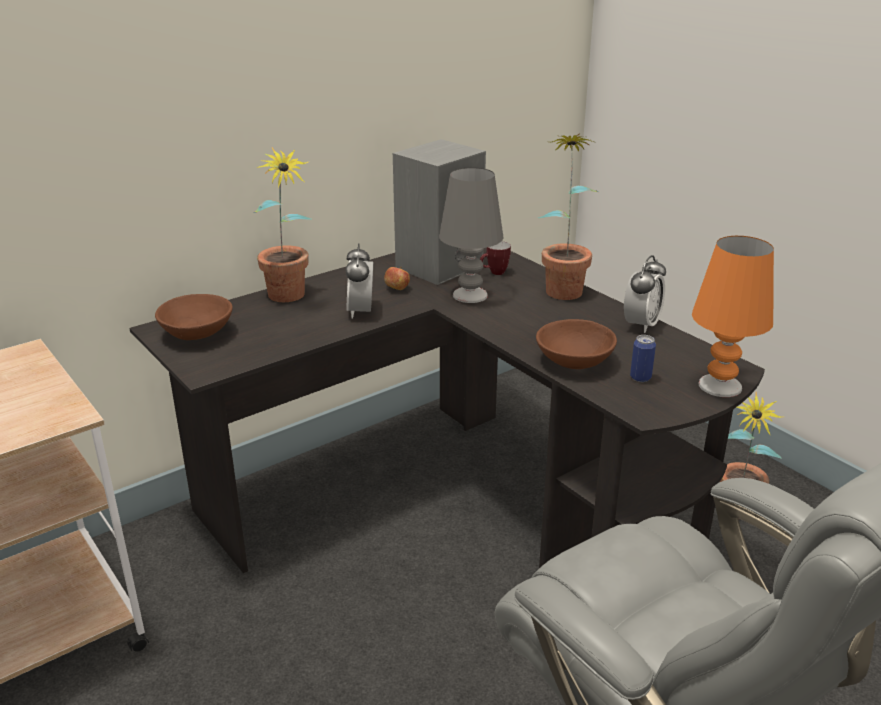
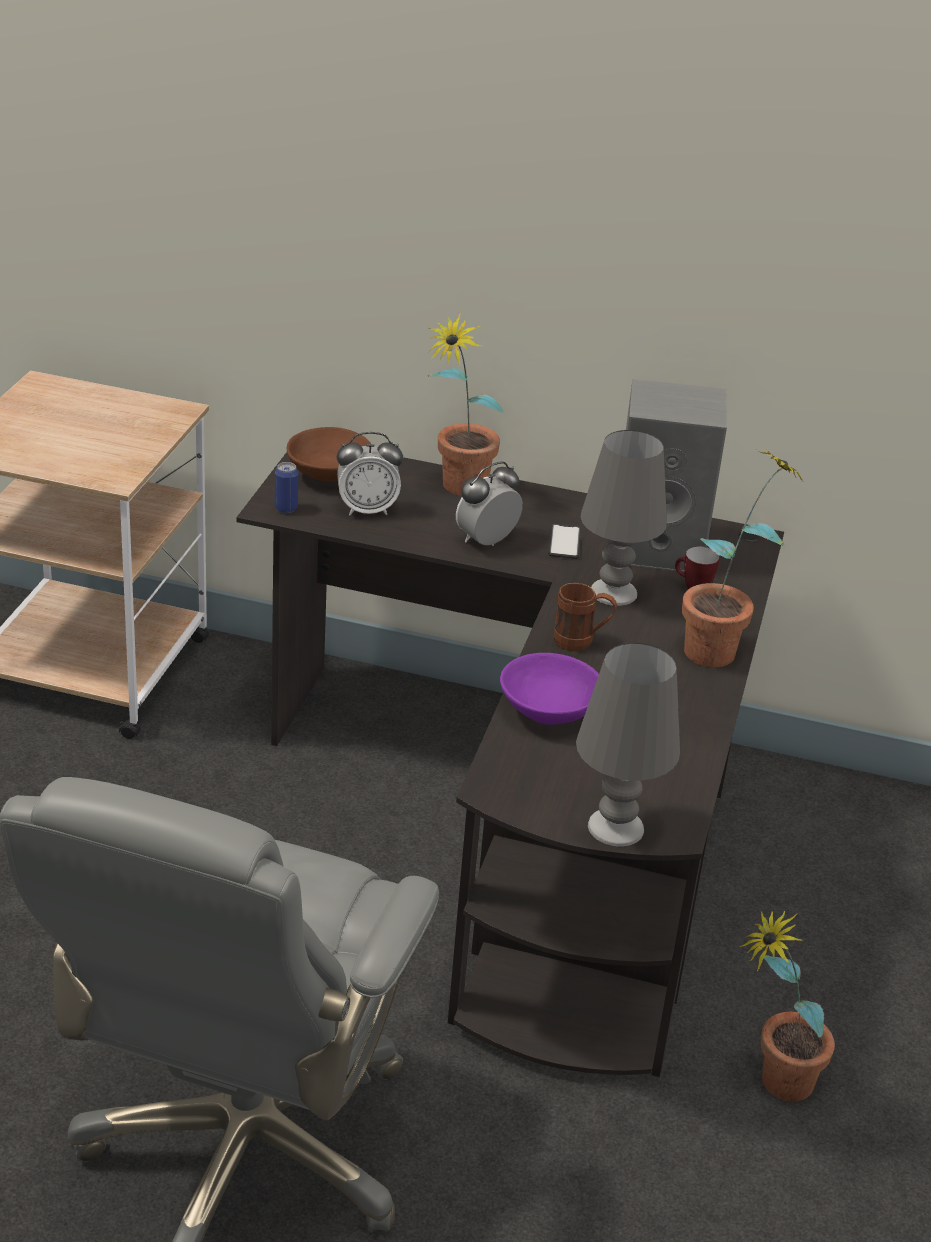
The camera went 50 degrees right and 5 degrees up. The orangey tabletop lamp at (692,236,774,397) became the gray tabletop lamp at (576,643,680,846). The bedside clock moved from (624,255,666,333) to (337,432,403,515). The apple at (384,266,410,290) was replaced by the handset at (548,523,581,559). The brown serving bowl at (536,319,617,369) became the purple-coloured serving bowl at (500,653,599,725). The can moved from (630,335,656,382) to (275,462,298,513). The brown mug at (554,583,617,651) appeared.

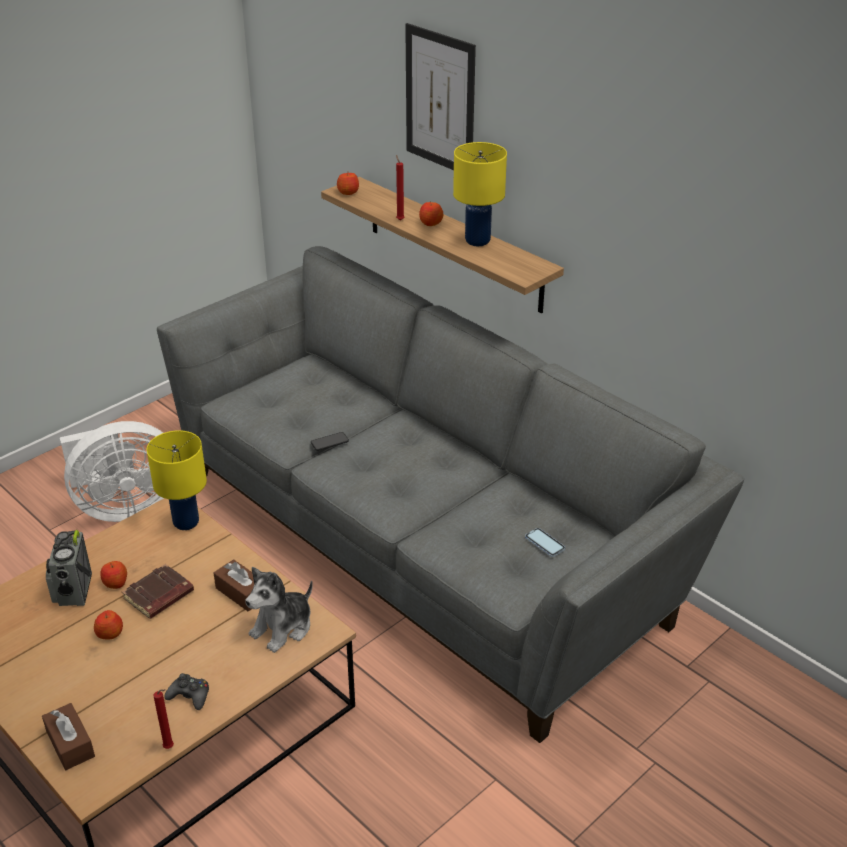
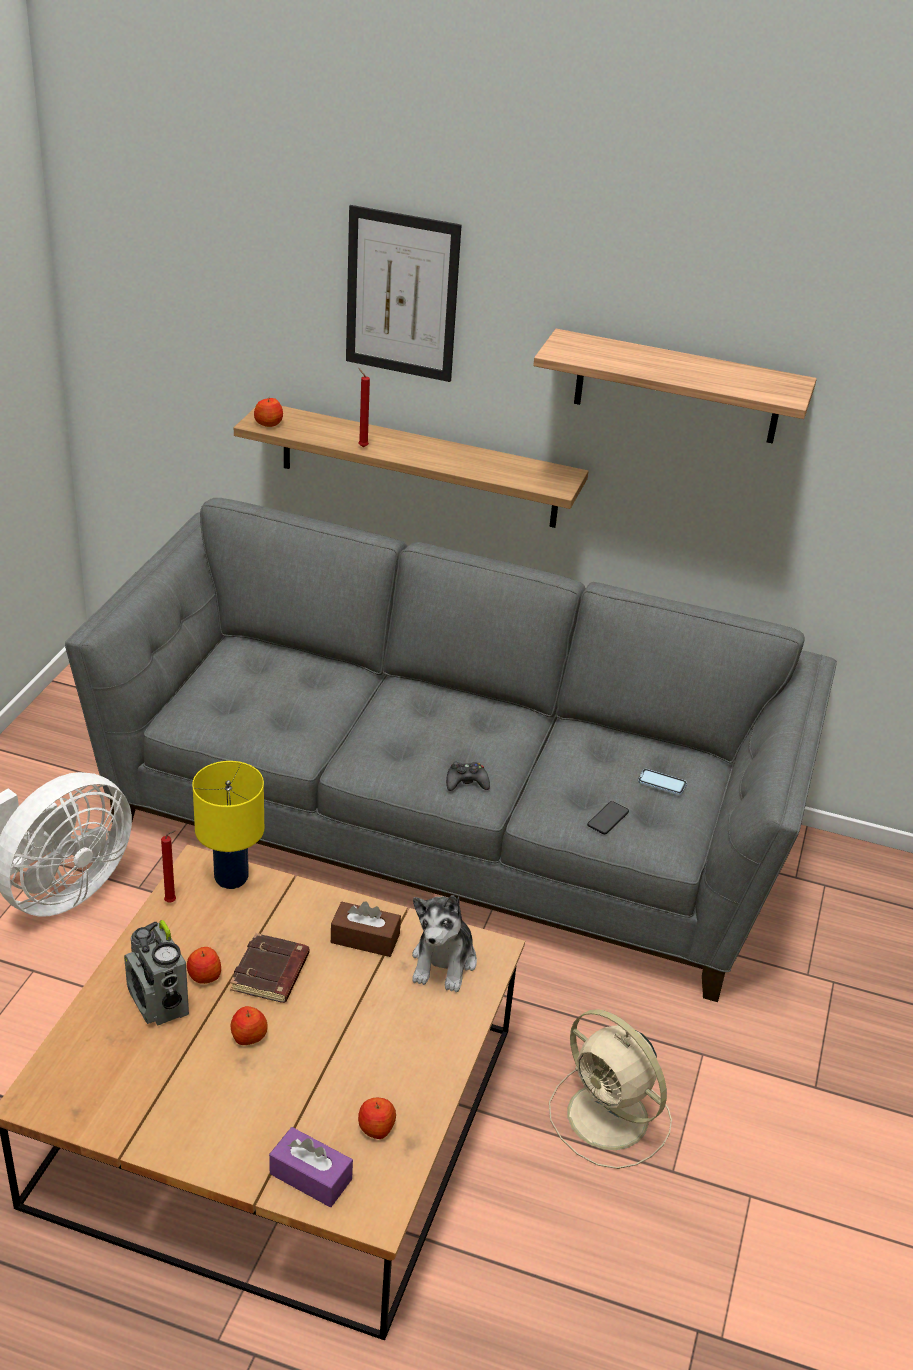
The camera went 30 degrees left and 0 degrees up. The yellowish tabletop lamp at (453,142,507,246) disappeared. The apple moved from (419,201,443,226) to (358,1098,396,1139). The handset moved from (311,432,349,451) to (587,801,629,834). The blackish gamepad moved from (164,673,209,710) to (446,762,490,791). The red-coloured wax candle moved from (153,689,174,749) to (161,830,176,902). The brown box of tissues at (42,703,95,770) became the purple-coloured box of tissues at (269,1127,353,1207). The bracket shelf at (533,329,817,444) appeared. The beige-coloured fan at (549,1009,672,1169) appeared.

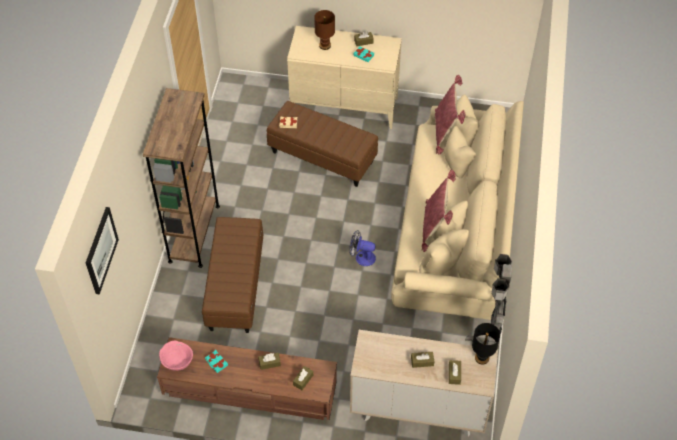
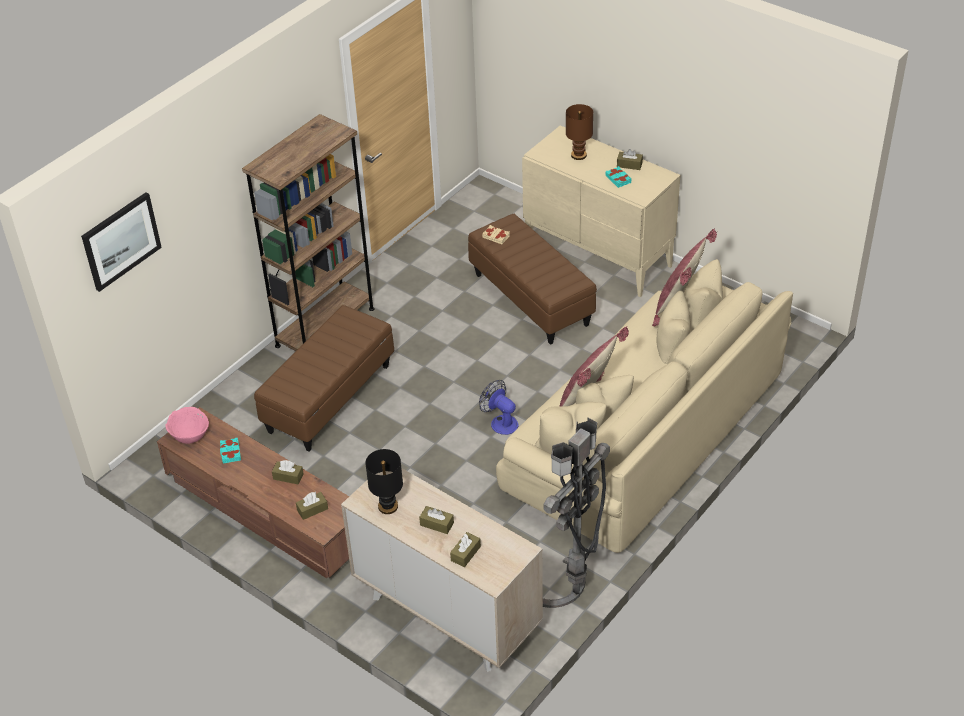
The camera went 30 degrees right and 10 degrees down. The blackish tabletop lamp moved from (472,323,500,365) to (365,449,403,514).

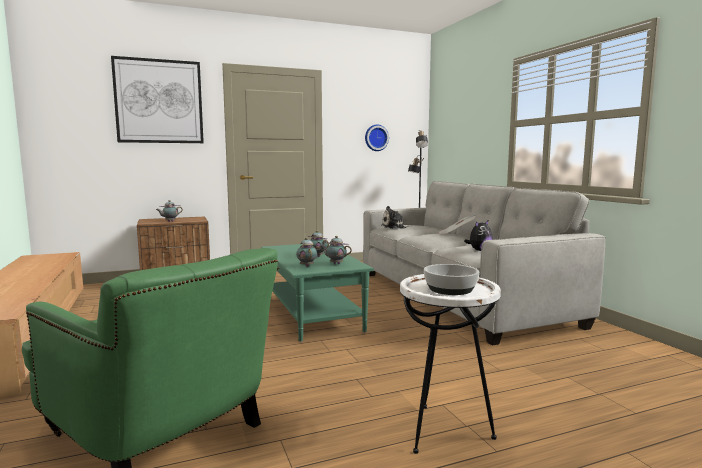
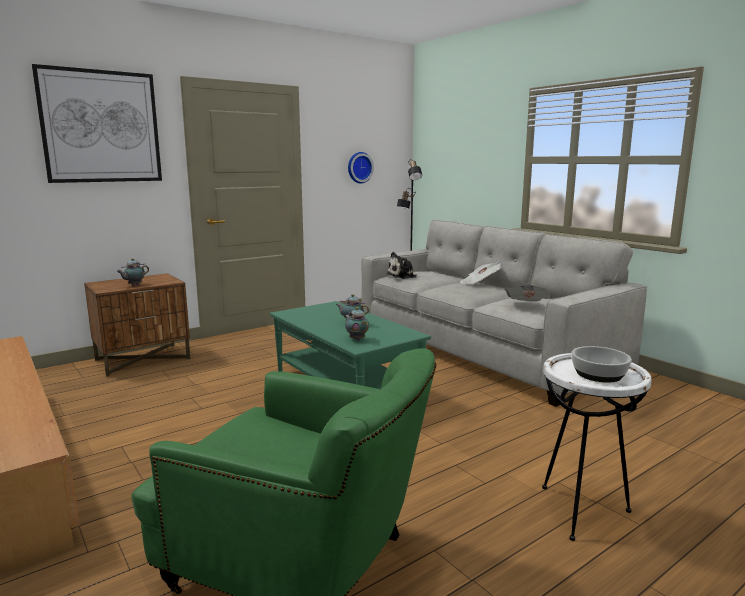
The camera went 15 degrees left and 5 degrees up. The plush toy at (464,221,493,251) was replaced by the printed paper at (504,285,552,302). The teapot at (321,236,352,264) disappeared.

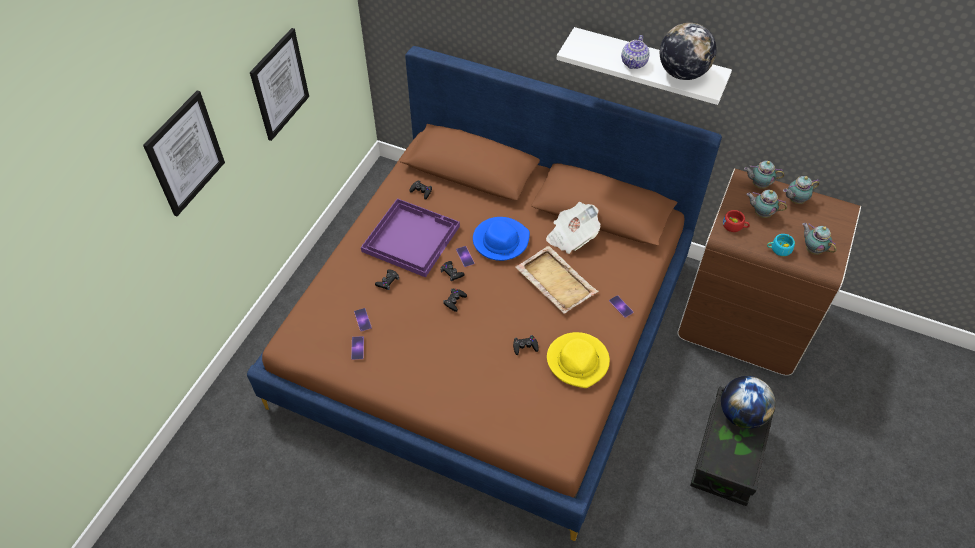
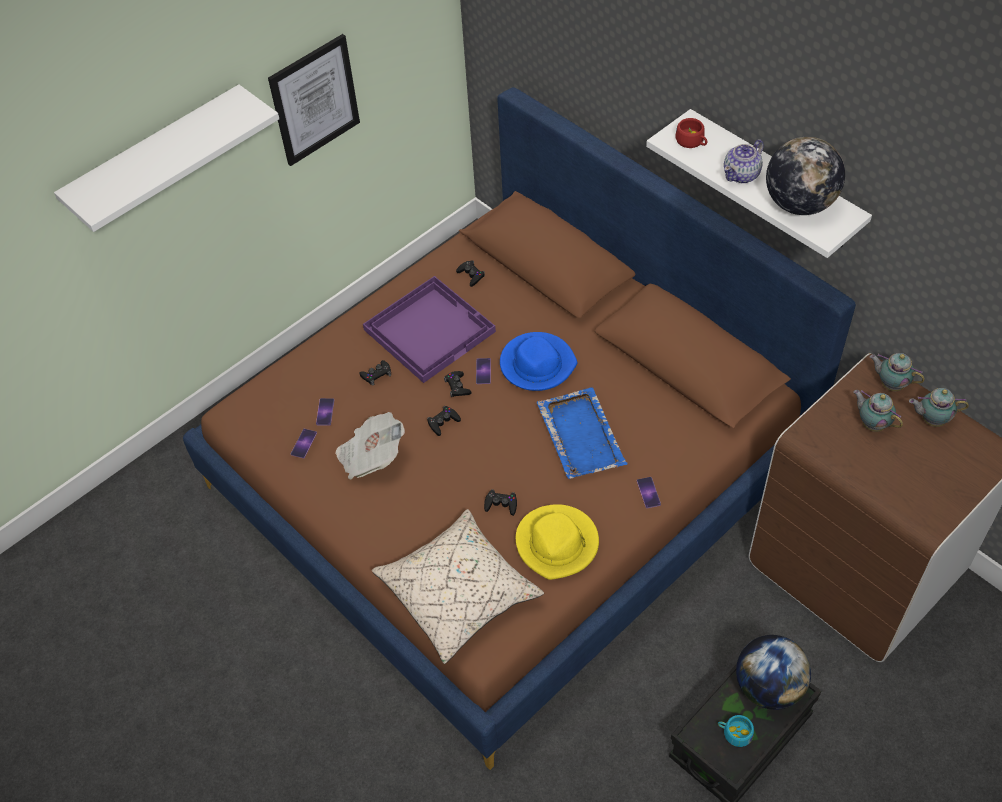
The camera went 25 degrees right and 0 degrees up. The picture at (143,90,225,216) was replaced by the white-coloured bracket shelf at (54,84,279,232). The printed paper moved from (546,202,600,254) to (335,412,405,480). The red-coloured small cup moved from (723,210,750,232) to (675,118,707,148). The teapot at (803,223,836,255) disappeared. The turquoise-coloured small cup moved from (767,234,795,256) to (718,715,754,747). The beige-coloured carrying tray at (515,246,598,314) became the blue carrying tray at (537,387,628,479). The beige-coloured throw pillow at (372,509,544,664) appeared.

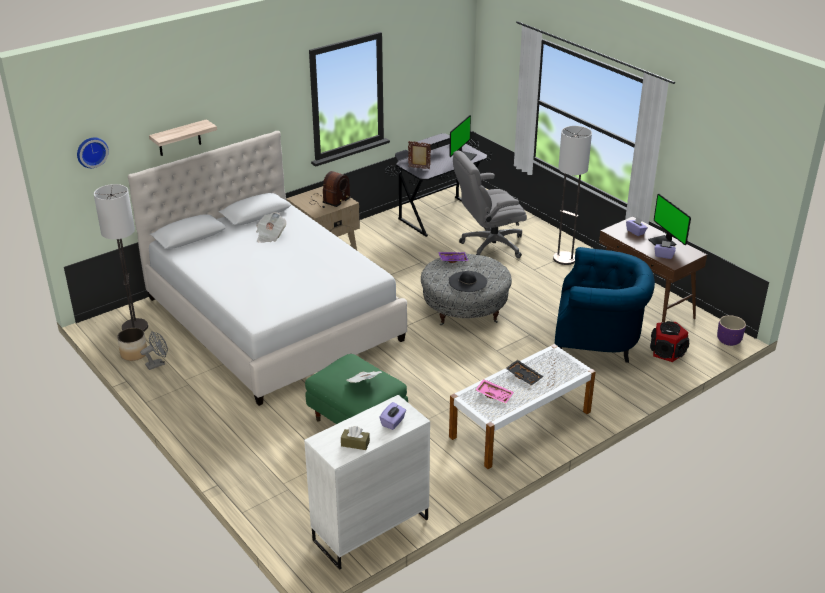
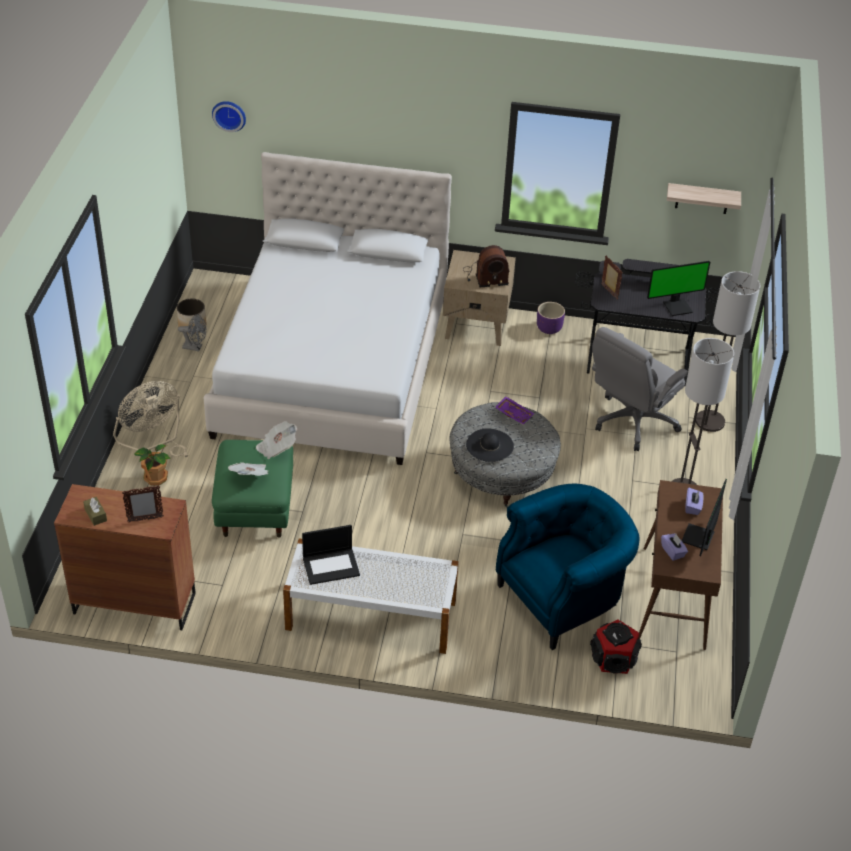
The camera went 45 degrees right and 10 degrees up. The bracket shelf moved from (149,119,217,156) to (667,183,741,214). The gray office chair at (453,151,527,258) turned 75 degrees counterclockwise. The standard lamp moved from (94,184,148,331) to (696,271,760,432). The printed paper moved from (256,212,286,243) to (256,421,297,459). The blue easy chair at (555,247,655,363) turned 90 degrees counterclockwise. The purple-coloured flower pot moved from (717,315,746,346) to (537,302,565,334). The blackish carrying tray at (506,360,543,386) disappeared. The pinkish carrying tray at (476,379,514,404) was replaced by the notebook computer at (302,525,360,585). The white-coloured drawer chest at (304,395,430,570) became the brown drawer chest at (54,484,196,630). The purple-coloured box of tissues at (379,402,406,430) was replaced by the photo frame at (122,485,164,522). The beige-coloured fan at (113,381,188,457) appeared. The potted plant at (134,444,171,486) appeared.

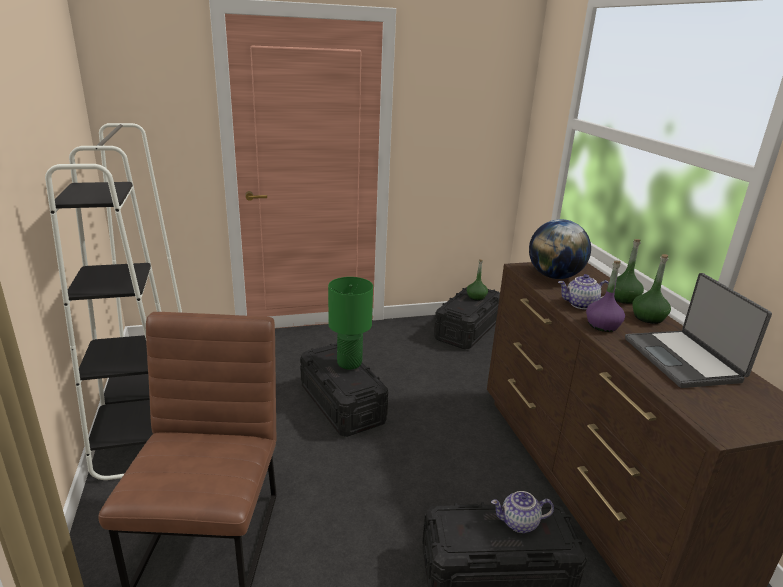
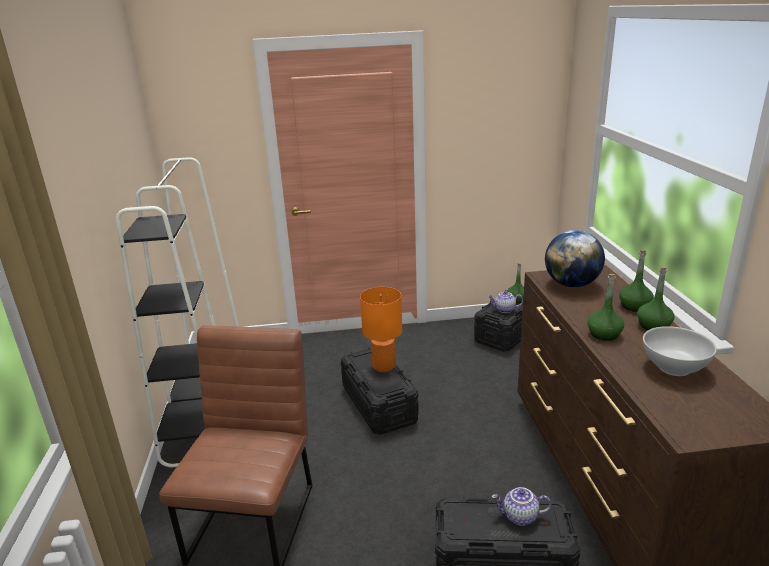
The camera went 10 degrees right and 0 degrees up. The purple-coloured bottle at (586,261,625,332) became the green bottle at (587,274,624,341). The notebook computer at (625,273,772,388) was replaced by the white-coloured serving bowl at (643,326,717,376). The teapot moved from (558,274,609,309) to (488,291,523,313). The green tabletop lamp at (328,277,373,370) became the orangey tabletop lamp at (360,287,402,373).

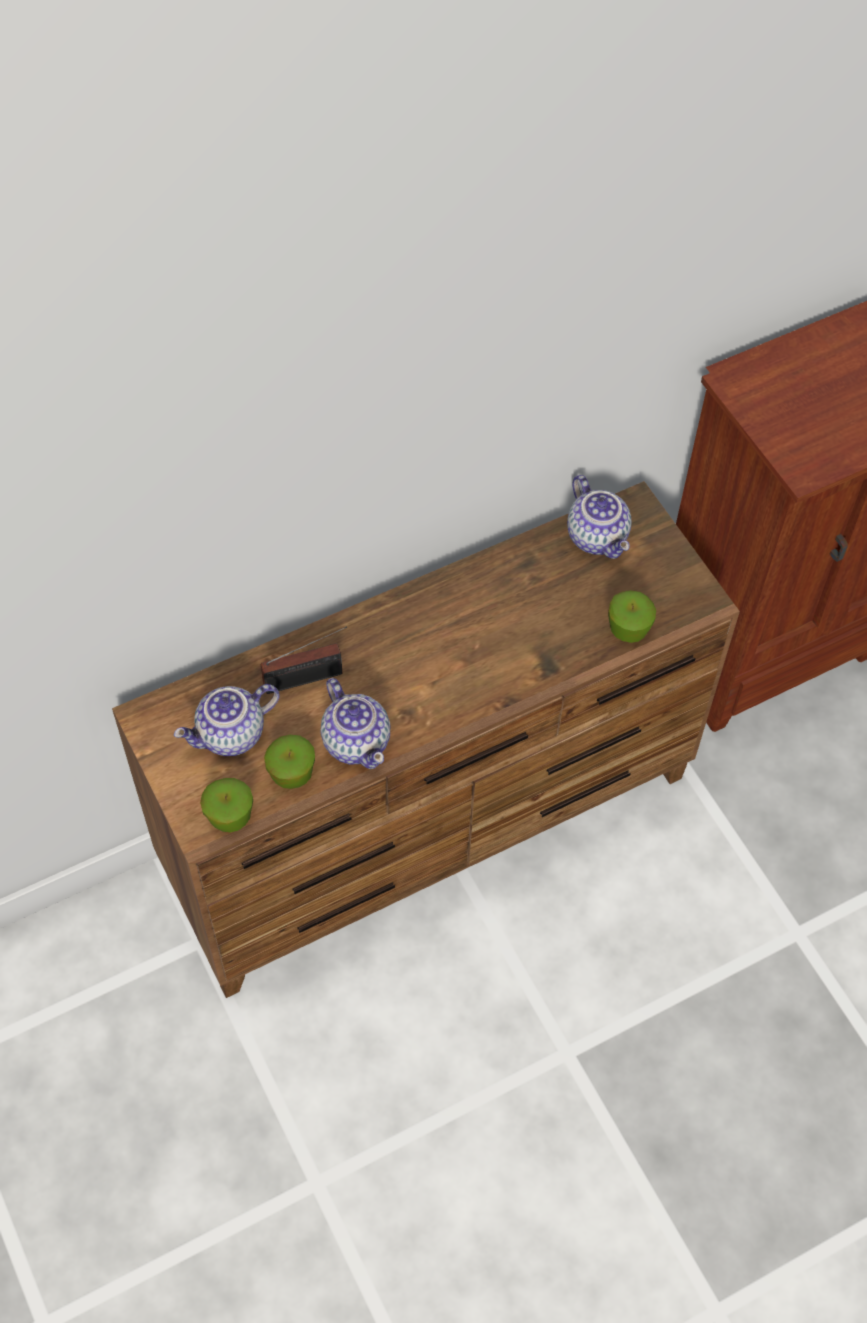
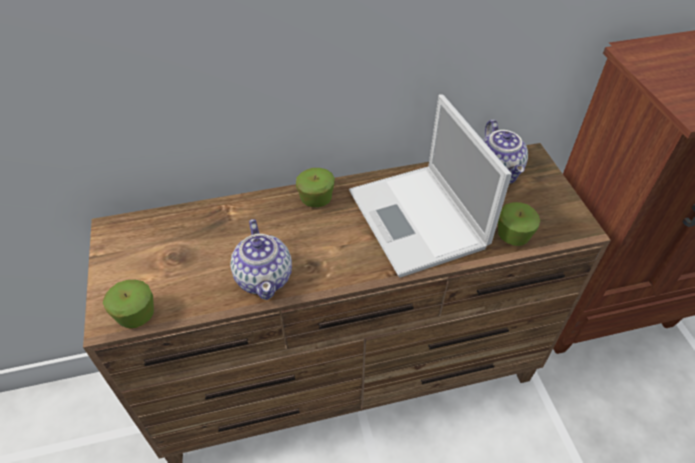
The camera went 15 degrees right and 10 degrees down. The radio at (261,626,347,694) disappeared. The teapot at (174,684,280,756) disappeared. The apple moved from (264,735,315,789) to (296,168,335,207). The notebook computer at (349,94,512,278) appeared.

